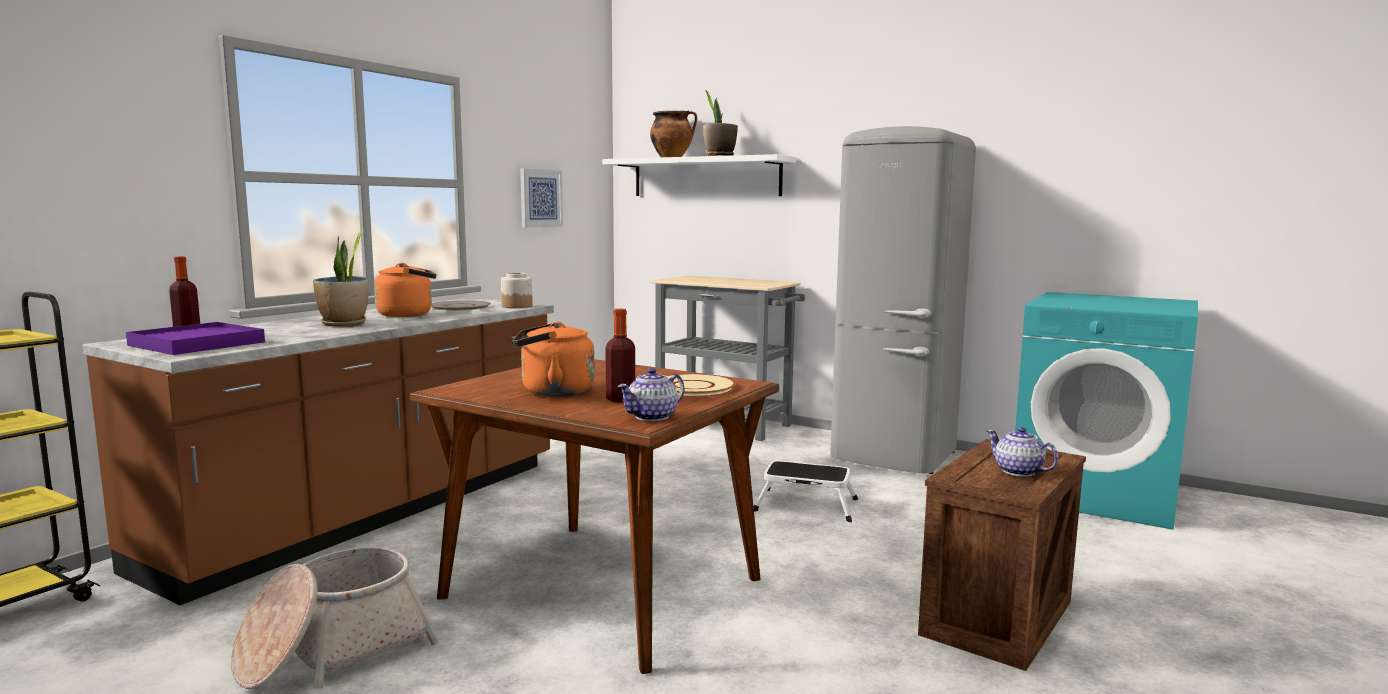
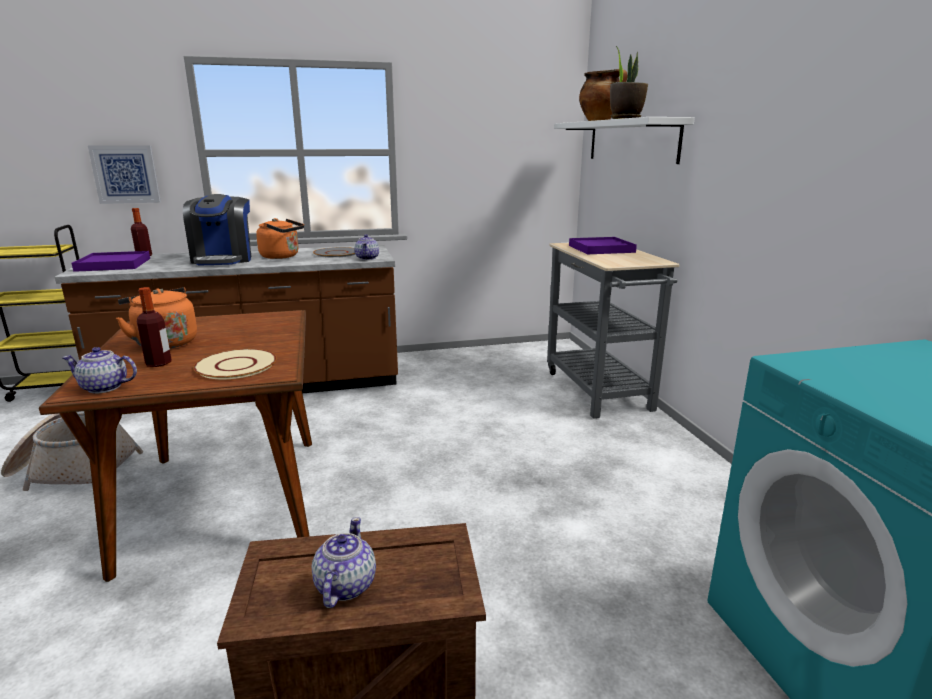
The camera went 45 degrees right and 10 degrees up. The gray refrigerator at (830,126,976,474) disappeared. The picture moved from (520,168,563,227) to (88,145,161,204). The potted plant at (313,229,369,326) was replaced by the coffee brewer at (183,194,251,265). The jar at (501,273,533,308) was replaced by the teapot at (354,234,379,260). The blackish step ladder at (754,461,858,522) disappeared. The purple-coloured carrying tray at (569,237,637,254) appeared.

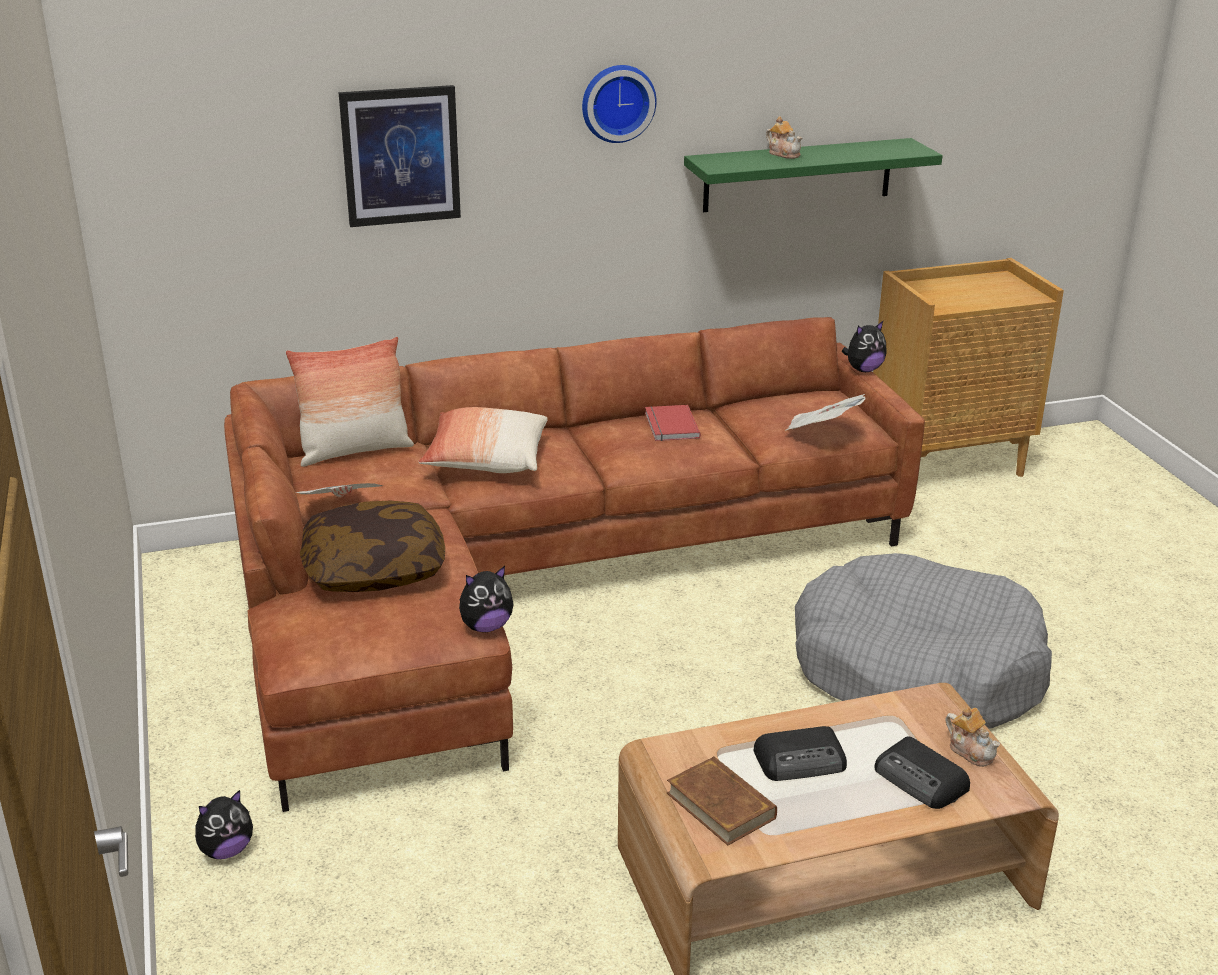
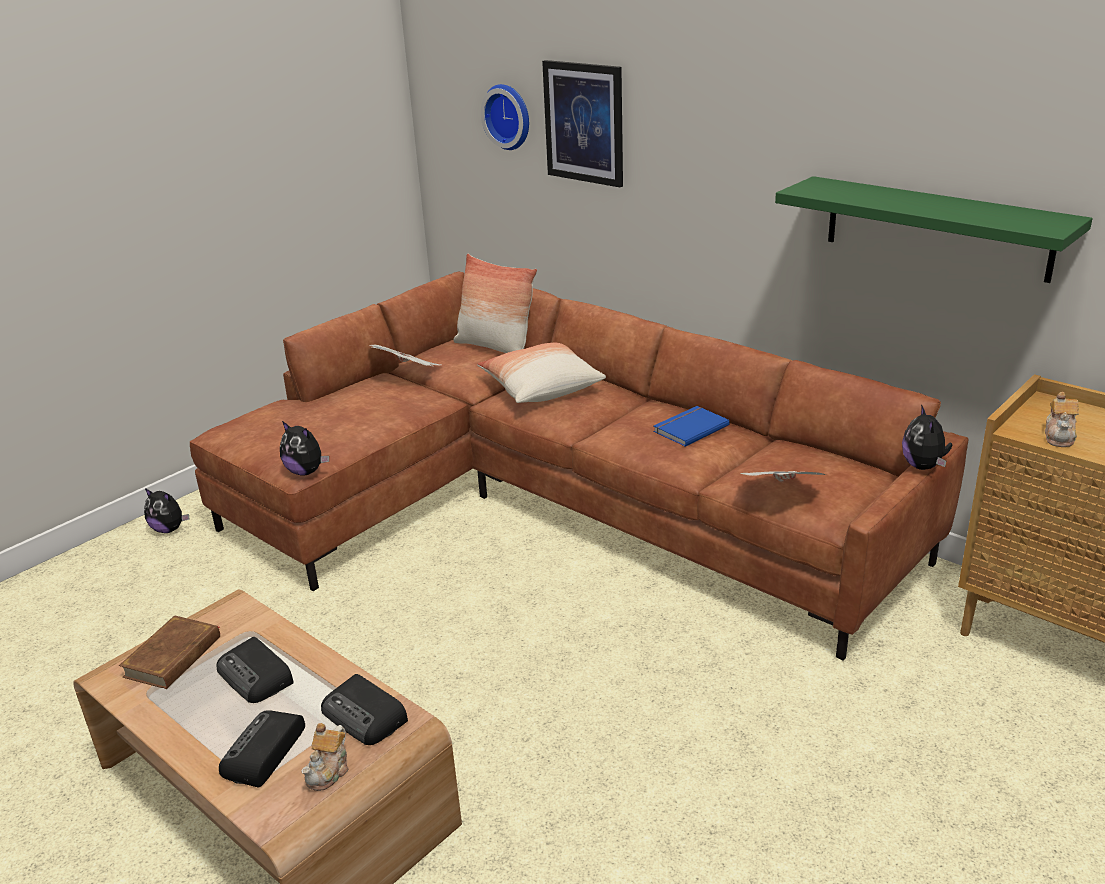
The camera went 60 degrees right and 0 degrees up. The hanging clock moved from (582,65,657,143) to (481,84,529,150). The teapot moved from (766,116,803,159) to (1045,392,1079,447). The plush toy at (842,321,887,372) turned 60 degrees clockwise. The red-coloured book at (645,405,701,441) became the blue book at (653,406,730,447). The throw pillow at (300,501,445,592) disappeared. The gray dog cushion at (795,553,1052,729) disappeared. The radio at (321,674,408,745) appeared.

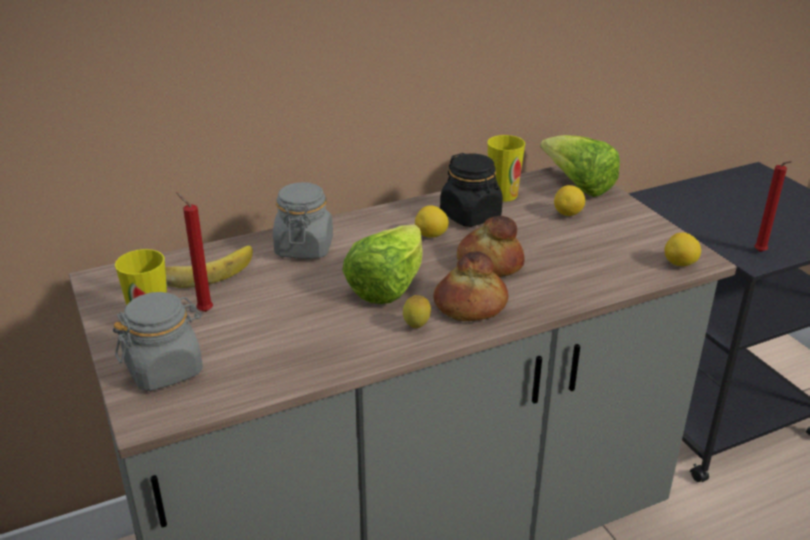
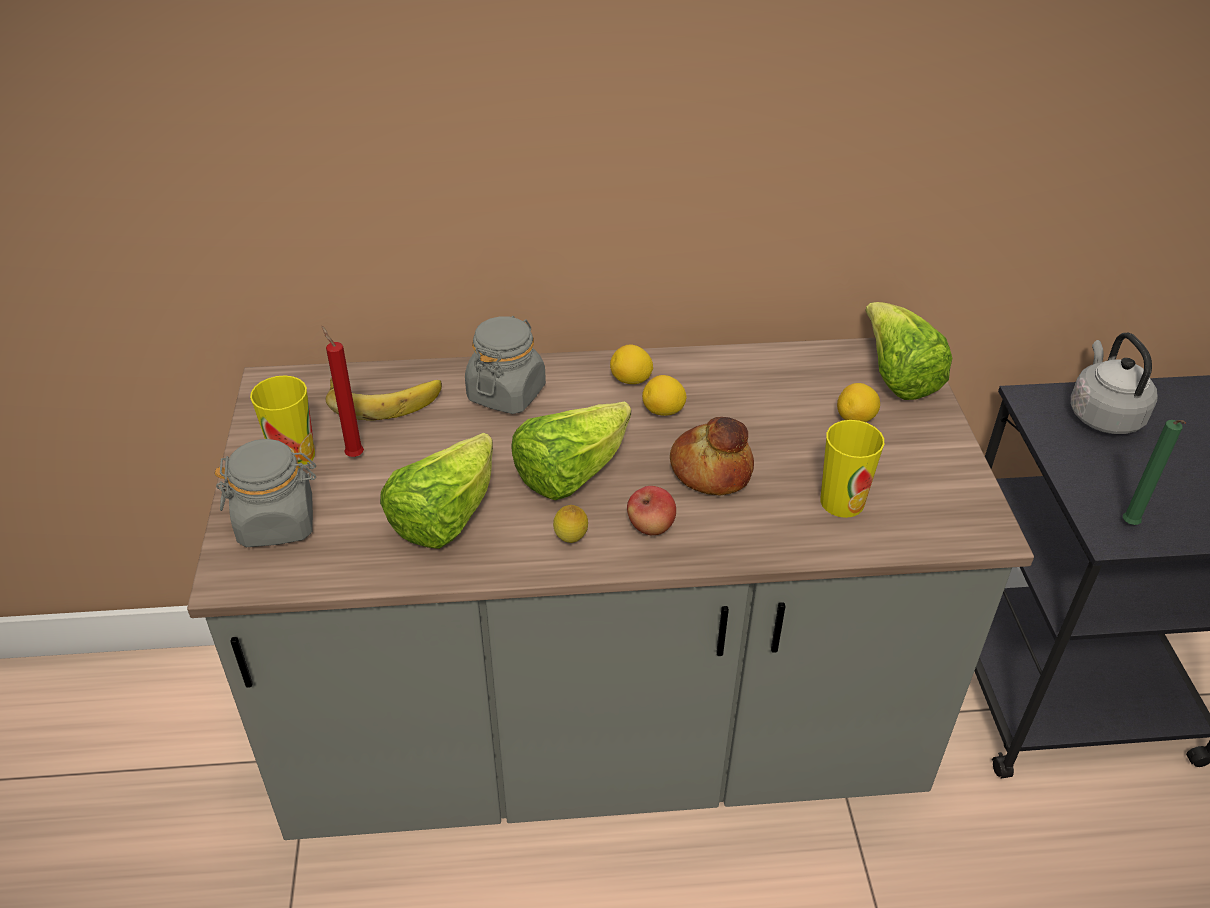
The camera went 20 degrees right and 10 degrees up. The small cup moved from (488,135,525,202) to (820,420,884,518). The blackish jar at (440,153,503,227) disappeared. The red-coloured wax candle at (754,161,791,252) became the green wax candle at (1123,420,1186,525). The citrus fruit moved from (665,232,701,266) to (610,345,653,384). The bread at (433,251,508,321) was replaced by the apple at (627,486,676,535). The gray kettle at (1070,333,1158,434) appeared. The lettuce head at (380,433,493,549) appeared.

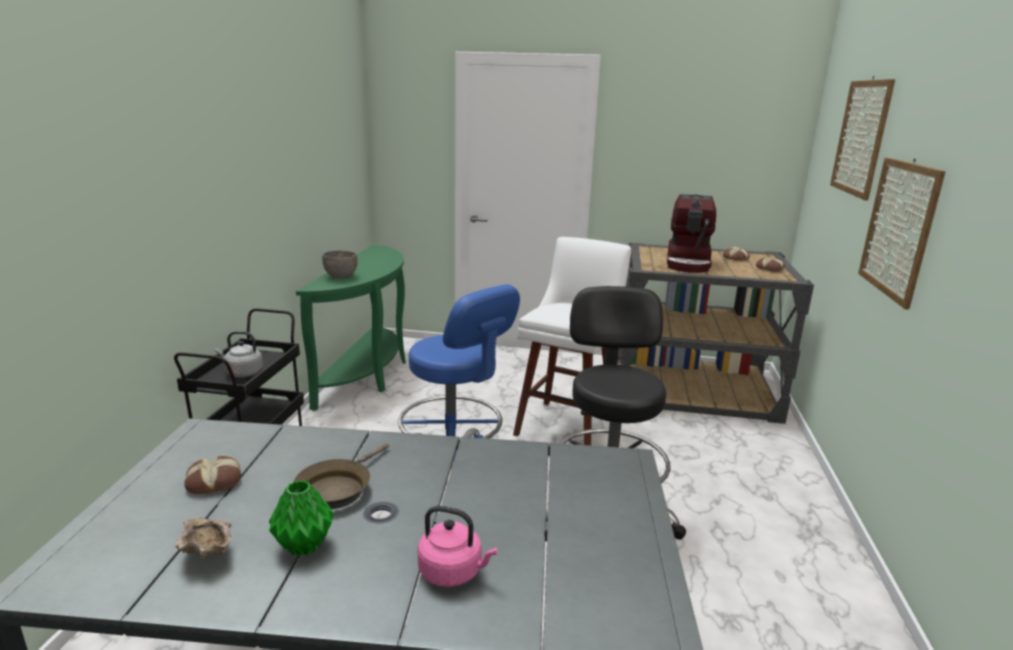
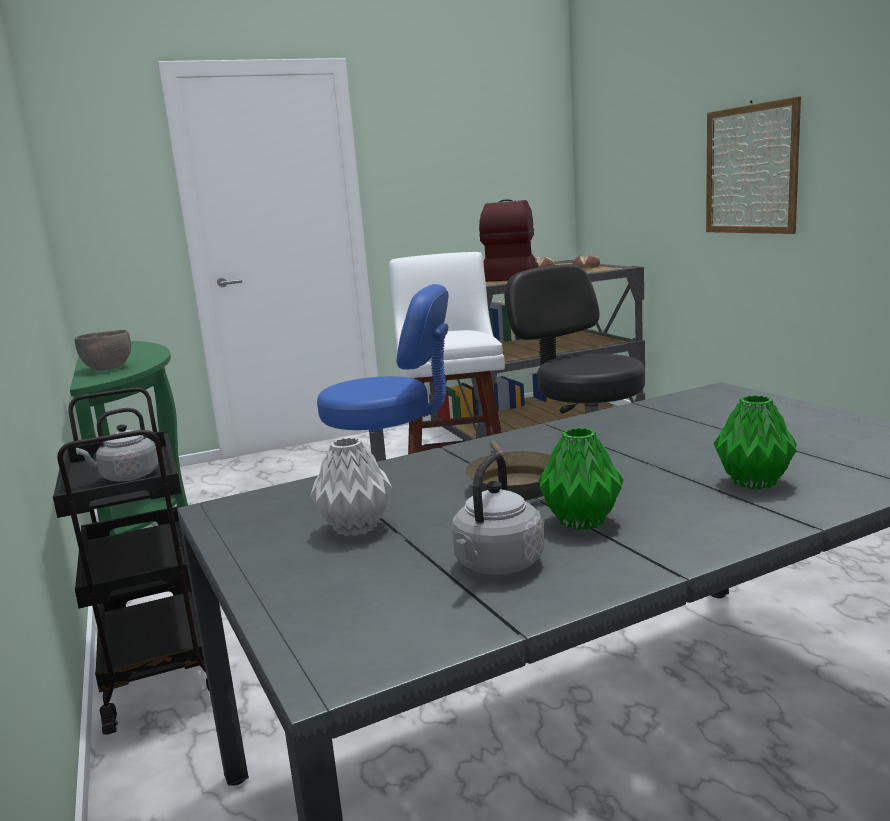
The camera went 30 degrees left and 5 degrees down. The picture at (830,76,895,201) disappeared. The coffee brewer at (667,194,716,273) turned 150 degrees counterclockwise. The bread at (184,456,241,494) was replaced by the gray decorative vase at (310,437,392,536). The pinkish kettle at (417,506,497,587) was replaced by the green decorative vase at (714,395,797,489). The beige-coloured serving bowl at (175,517,232,559) was replaced by the gray kettle at (452,453,544,575).

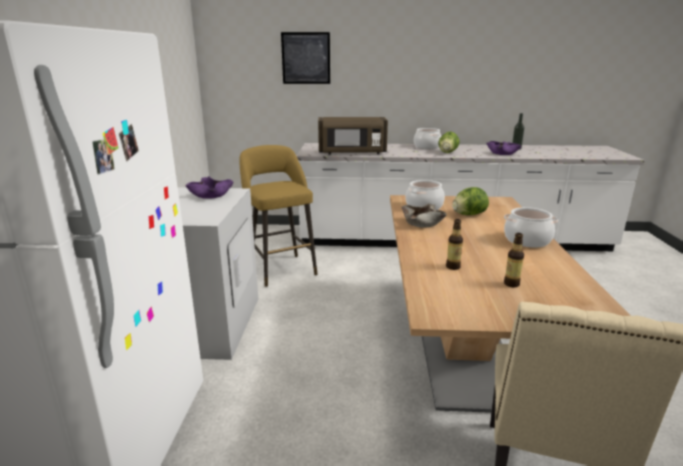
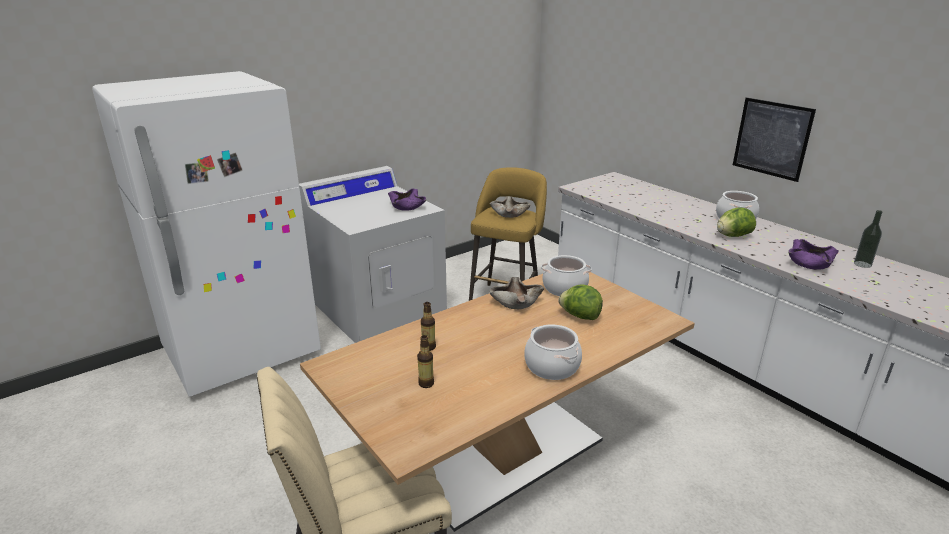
The camera went 50 degrees right and 5 degrees up. The picture moved from (281,32,330,84) to (733,97,816,182). The brown kitchen microwave at (318,117,388,155) disappeared. The beige-coloured serving bowl at (490,196,531,218) appeared.

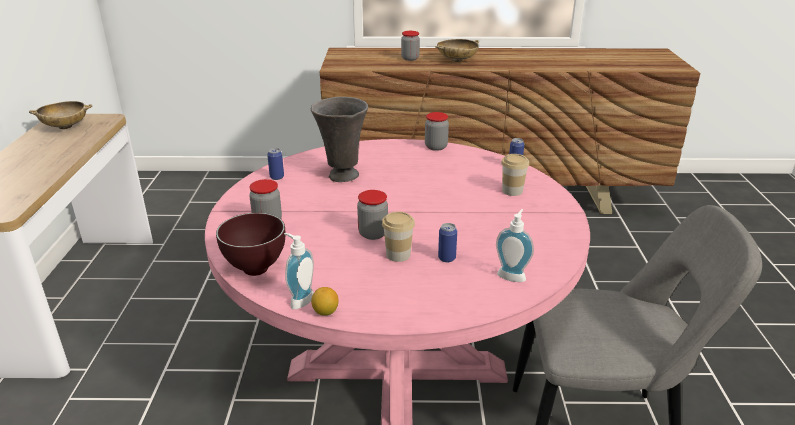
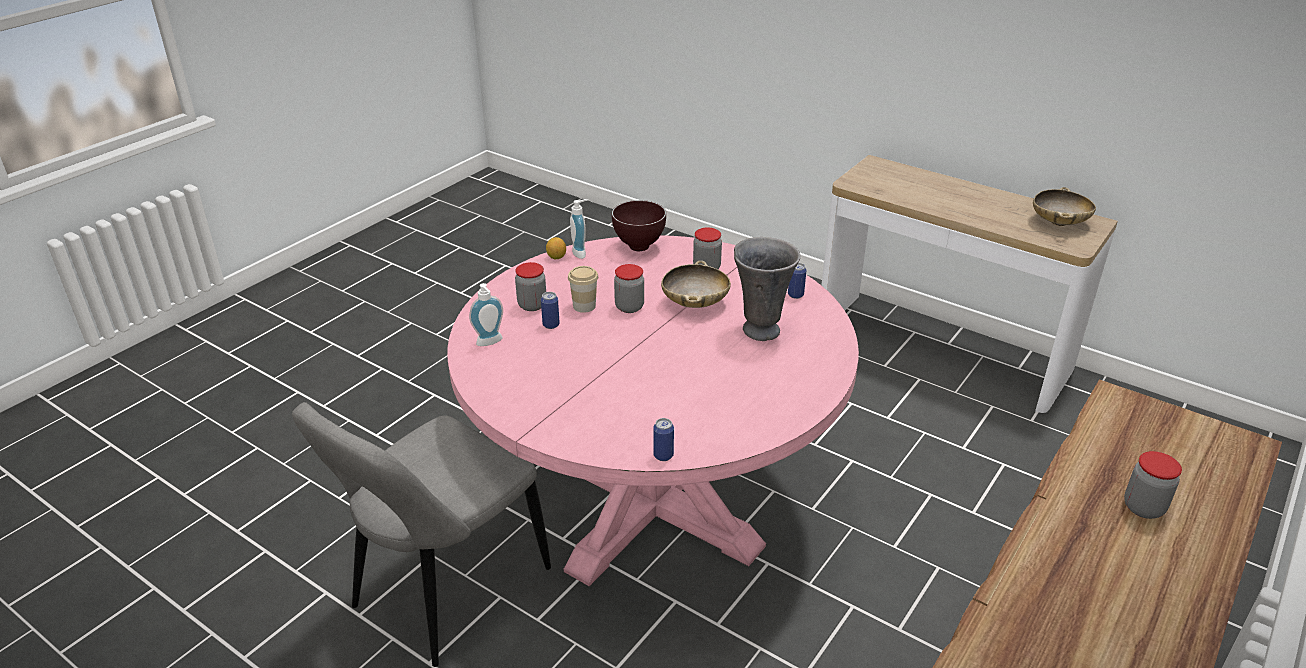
The camera went 125 degrees right and 5 degrees up. The beige-coloured serving bowl moved from (435,39,479,62) to (661,260,731,308). The jar moved from (425,112,449,151) to (515,262,546,311). The small cup at (501,154,529,196) disappeared.

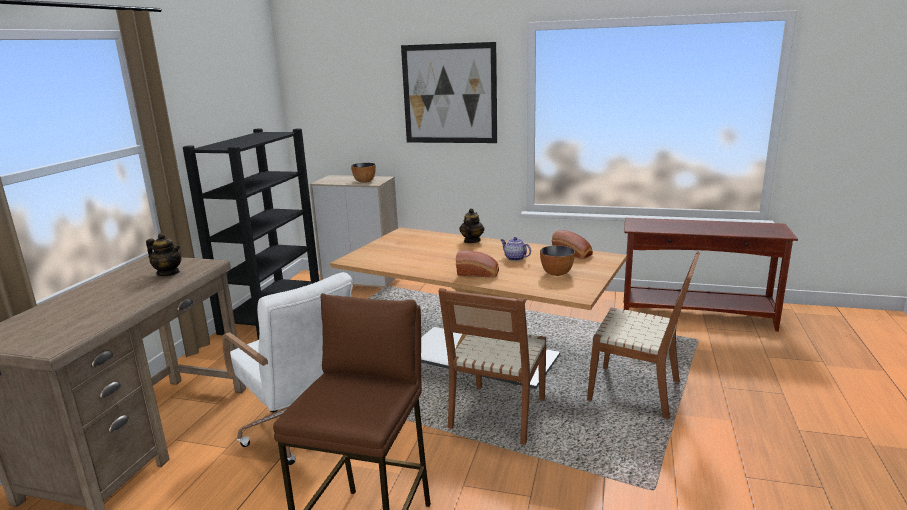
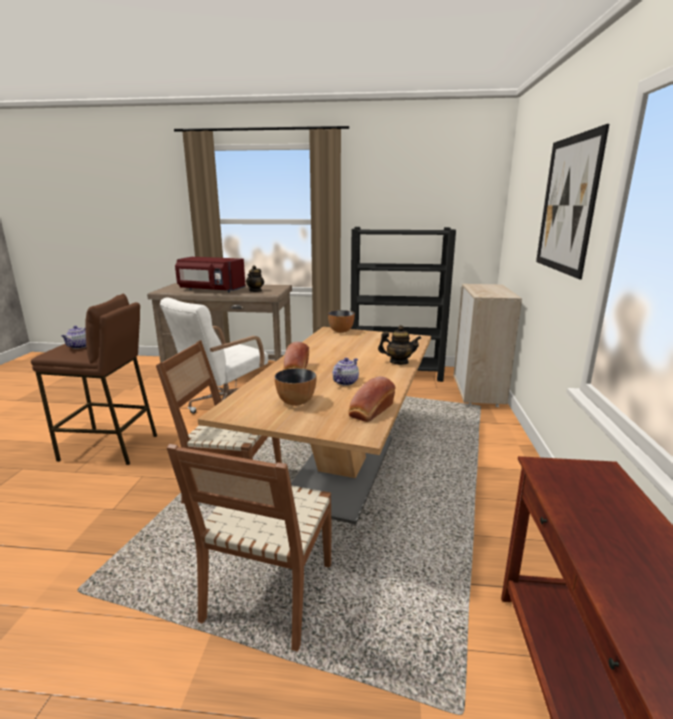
The camera went 80 degrees right and 0 degrees up. The serving bowl moved from (351,163,376,183) to (328,310,355,333). The red-coloured kitchen microwave at (175,257,246,292) appeared. The teapot at (61,326,87,349) appeared.

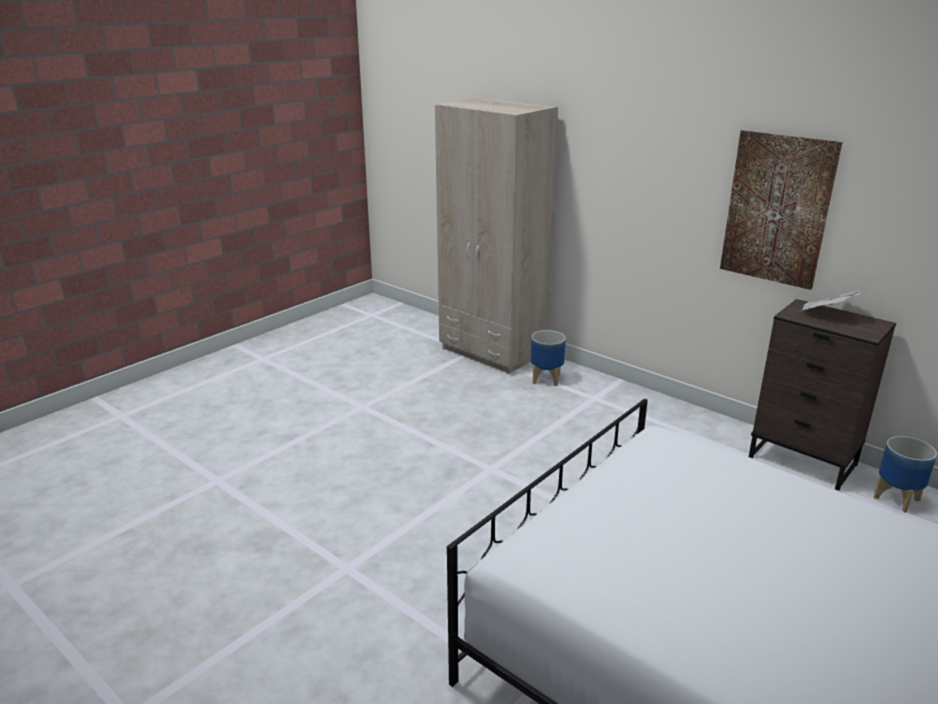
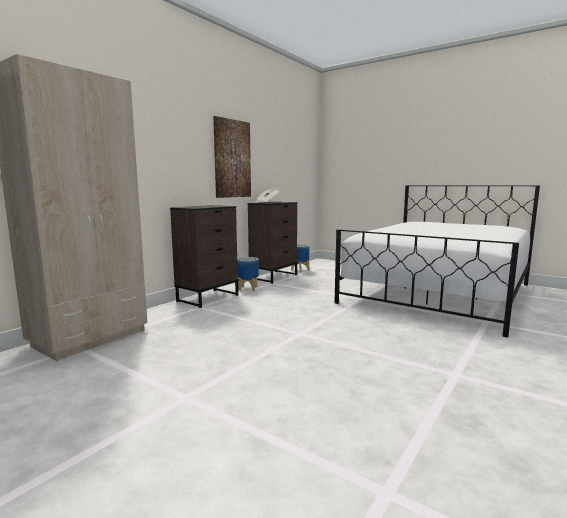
The camera went 95 degrees left and 15 degrees down. The flower pot moved from (531,330,566,386) to (237,257,259,291). The brown drawer chest at (170,205,239,308) appeared.

